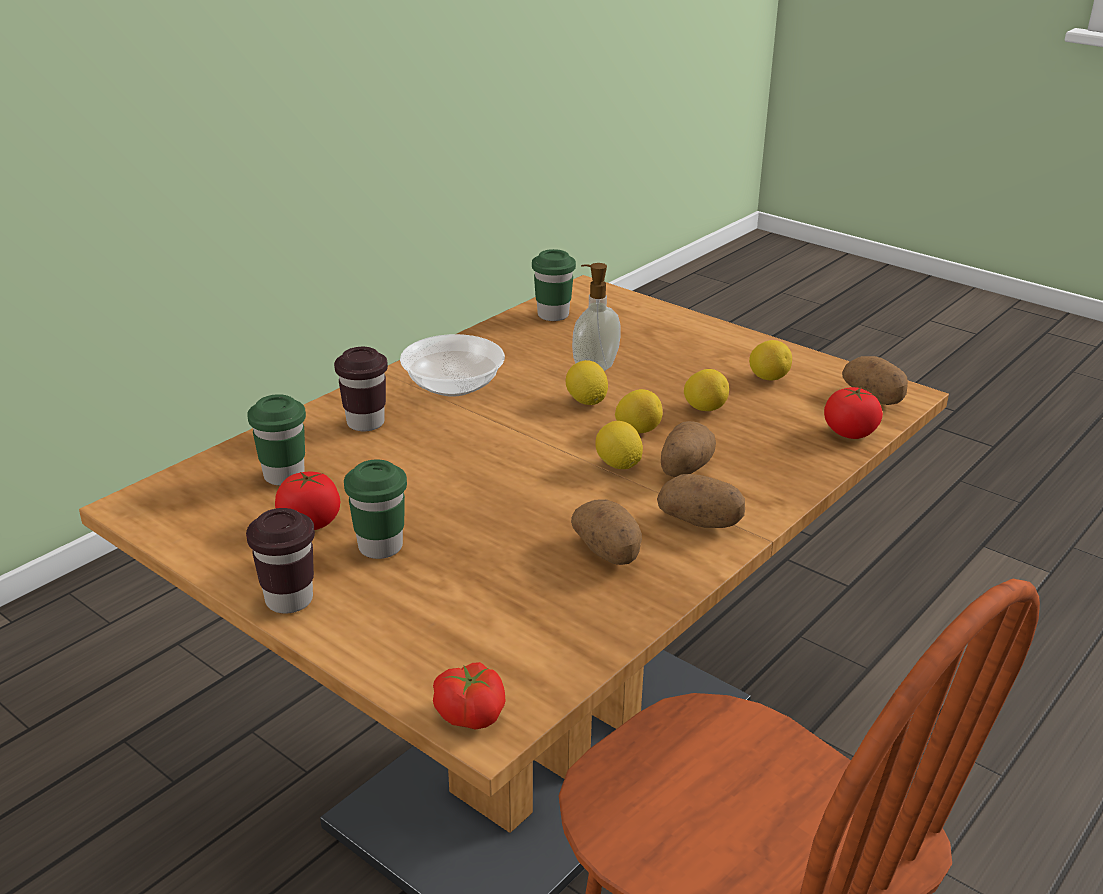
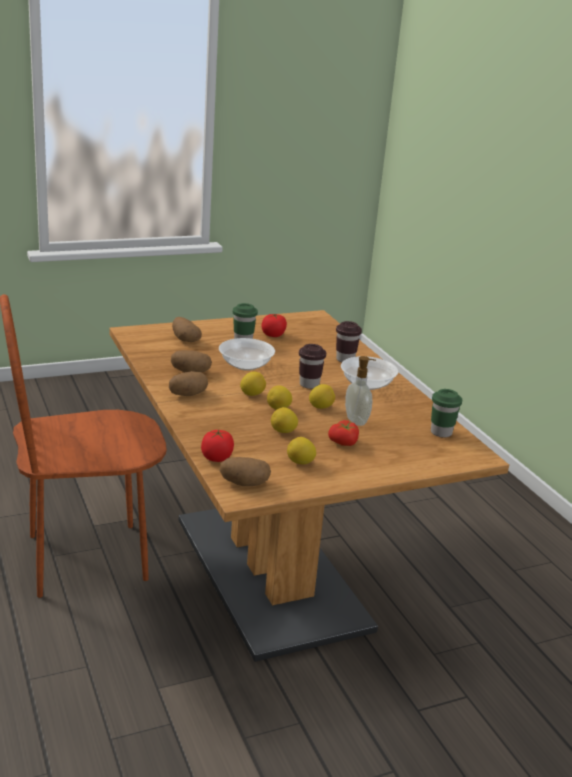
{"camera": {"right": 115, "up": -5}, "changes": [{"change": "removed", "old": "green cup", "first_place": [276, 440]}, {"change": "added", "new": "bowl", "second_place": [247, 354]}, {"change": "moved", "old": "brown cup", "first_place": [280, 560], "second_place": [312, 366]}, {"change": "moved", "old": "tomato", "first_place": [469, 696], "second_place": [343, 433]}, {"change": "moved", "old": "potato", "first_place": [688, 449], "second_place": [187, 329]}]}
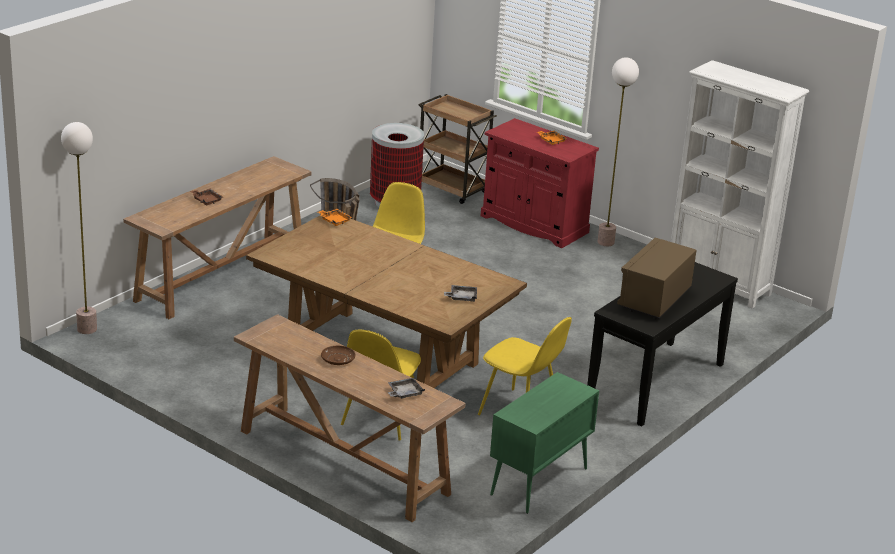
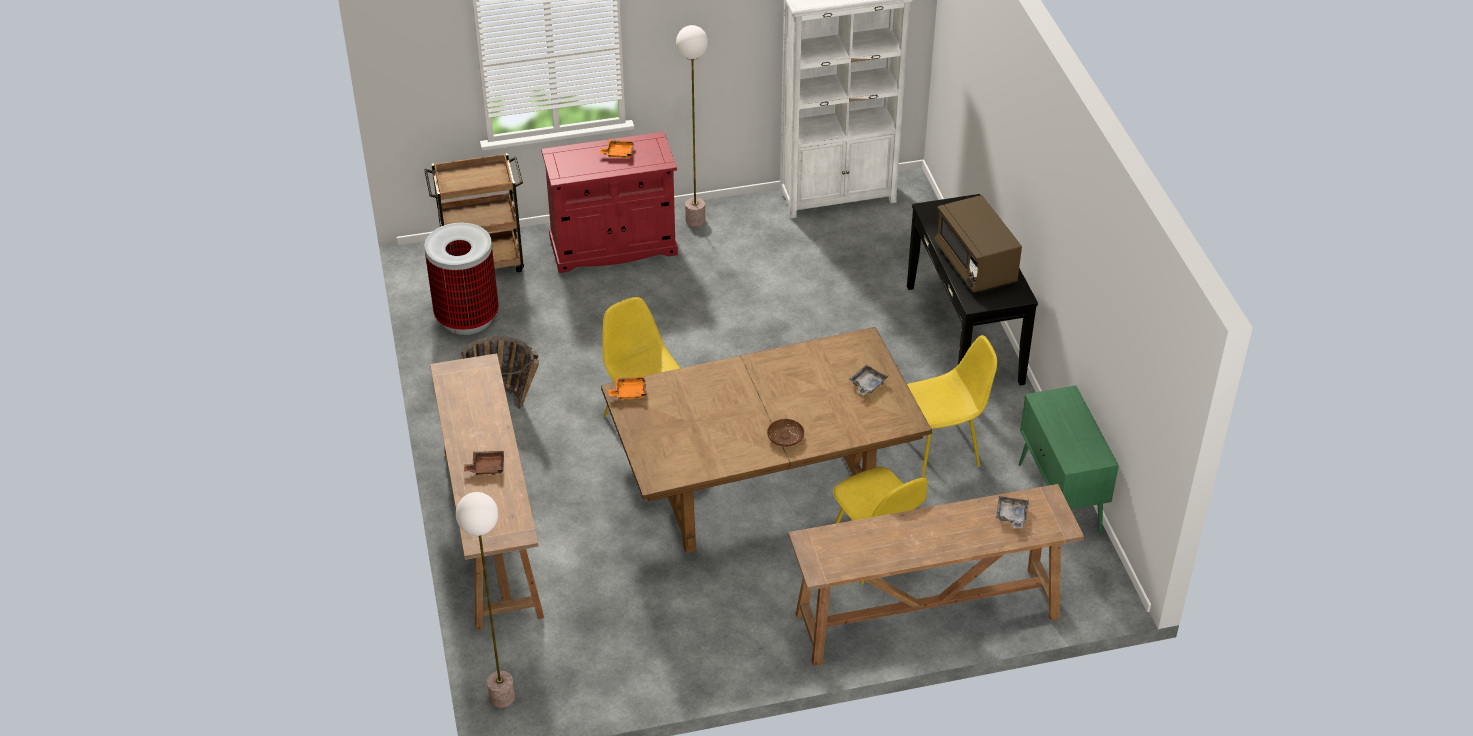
{"camera": {"right": -50, "up": 15}, "changes": [{"change": "moved", "old": "brown plate", "first_place": [338, 355], "second_place": [785, 433]}]}
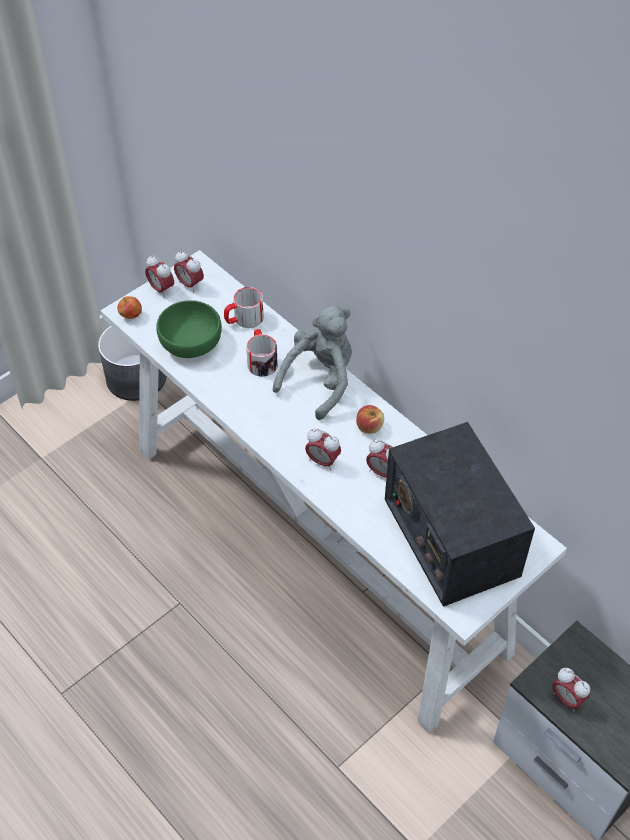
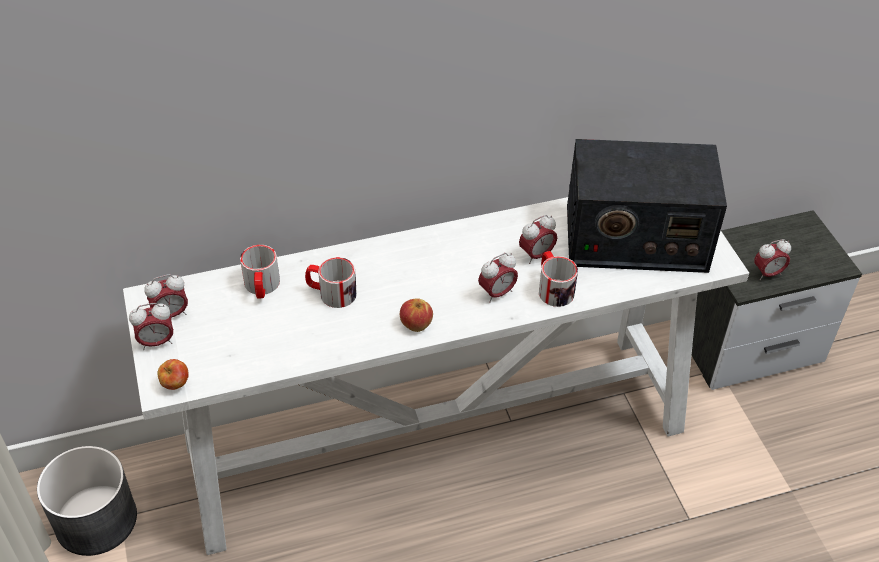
{"camera": {"right": -65, "up": -5}, "changes": [{"change": "removed", "old": "green bowl", "first_place": [189, 329]}, {"change": "removed", "old": "grey plush toy", "first_place": [312, 363]}, {"change": "added", "new": "mug", "second_place": [558, 279]}, {"change": "moved", "old": "apple", "first_place": [370, 419], "second_place": [416, 315]}]}
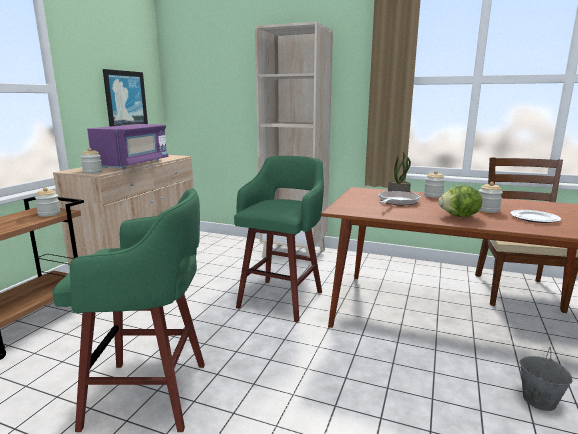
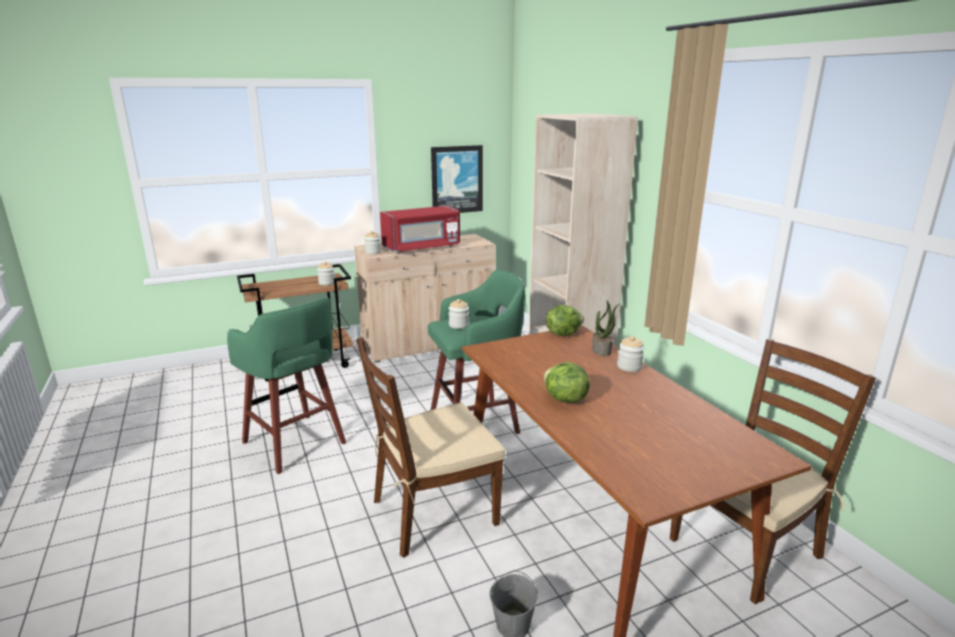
{"camera": {"right": 45, "up": 5}, "changes": [{"change": "removed", "old": "frying pan", "first_place": [399, 198]}, {"change": "removed", "old": "plate", "first_place": [535, 216]}, {"change": "added", "new": "brown chair", "second_place": [431, 447]}, {"change": "added", "new": "lettuce", "second_place": [565, 320]}, {"change": "moved", "old": "jar", "first_place": [491, 197], "second_place": [458, 314]}, {"change": "recoloured", "old": "purple microwave", "new": "red microwave", "first_place": [128, 146], "second_place": [420, 229]}]}
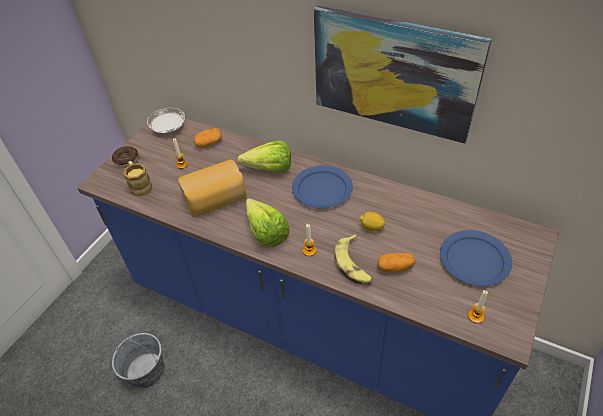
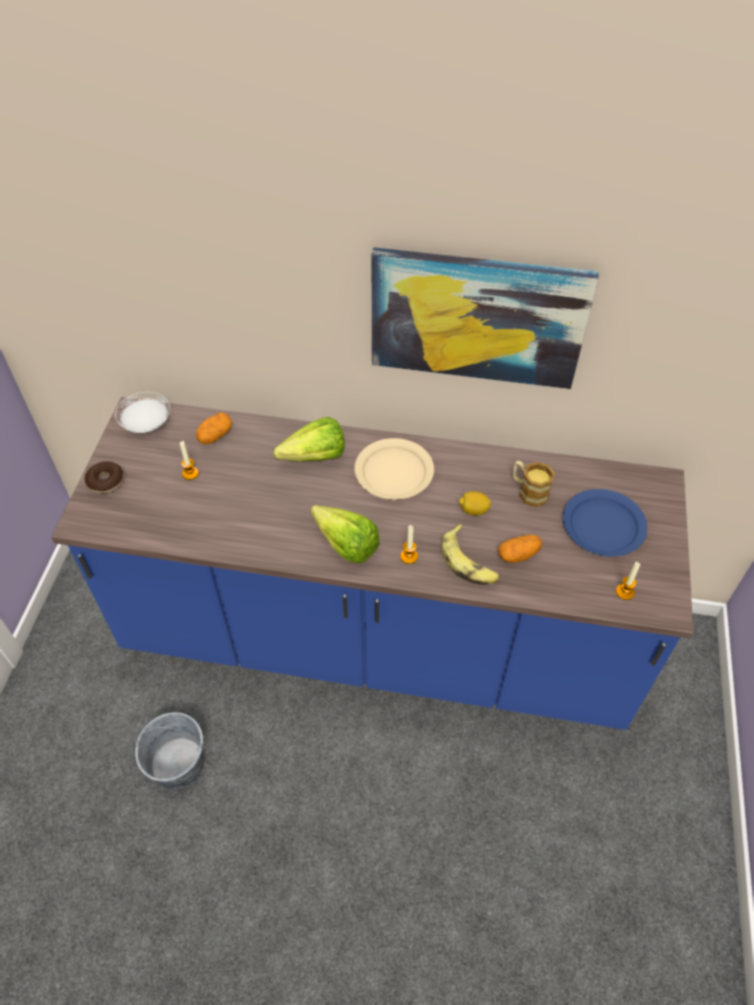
{"camera": {"right": -20, "up": 5}, "changes": [{"change": "removed", "old": "bread", "first_place": [212, 188]}, {"change": "moved", "old": "mug", "first_place": [137, 179], "second_place": [534, 484]}, {"change": "recoloured", "old": "blue plate", "new": "beige plate", "first_place": [322, 187], "second_place": [394, 469]}]}
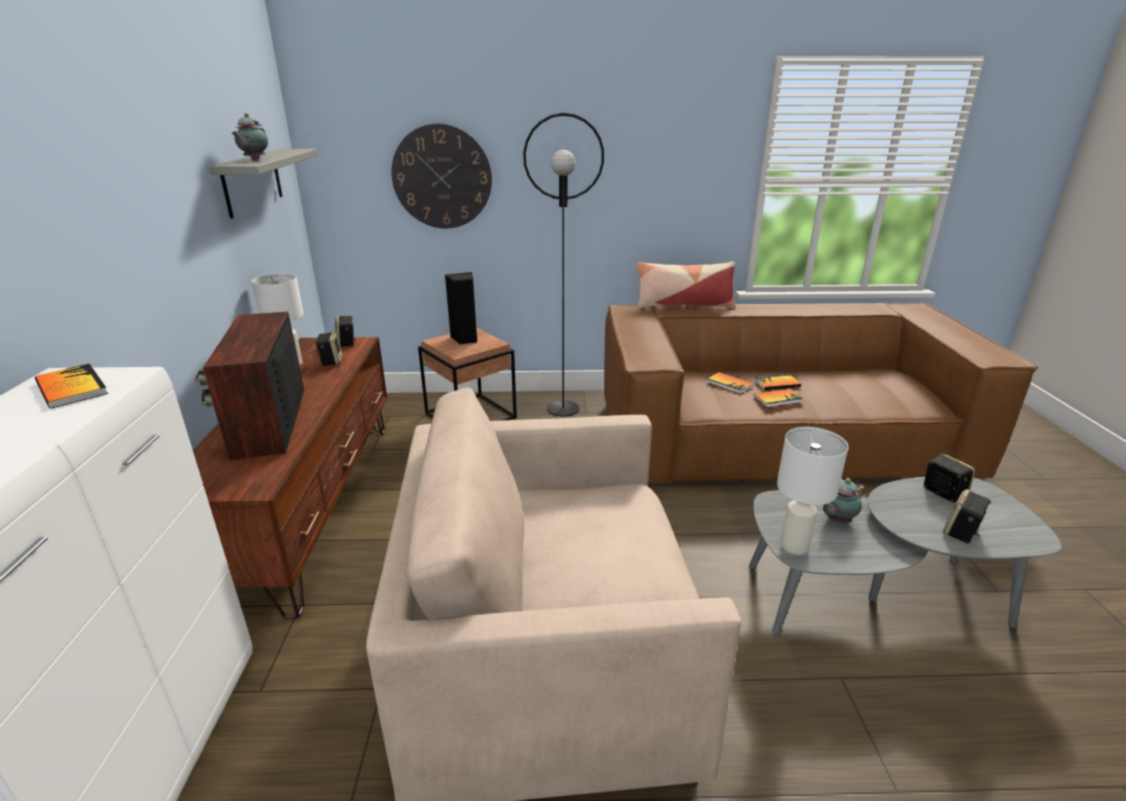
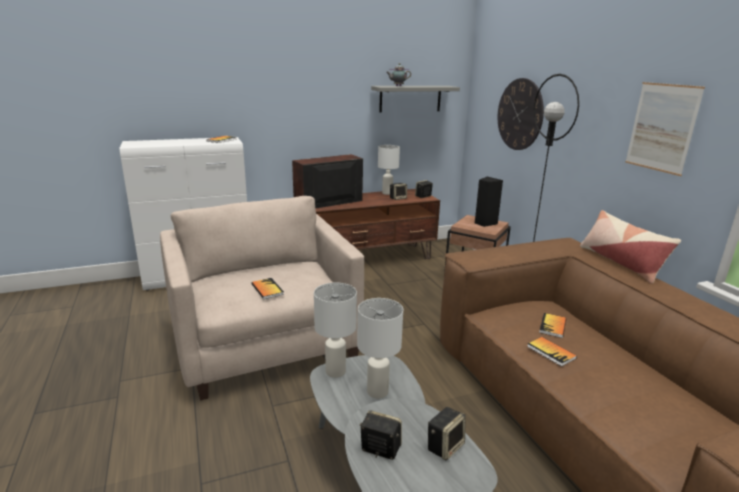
{"camera": {"right": 70, "up": -5}, "changes": [{"change": "added", "new": "picture", "second_place": [665, 129]}, {"change": "moved", "old": "book", "first_place": [777, 382], "second_place": [267, 288]}, {"change": "replaced", "old": "teapot", "new": "white table lamp", "first_place": [844, 500], "second_place": [380, 348]}]}
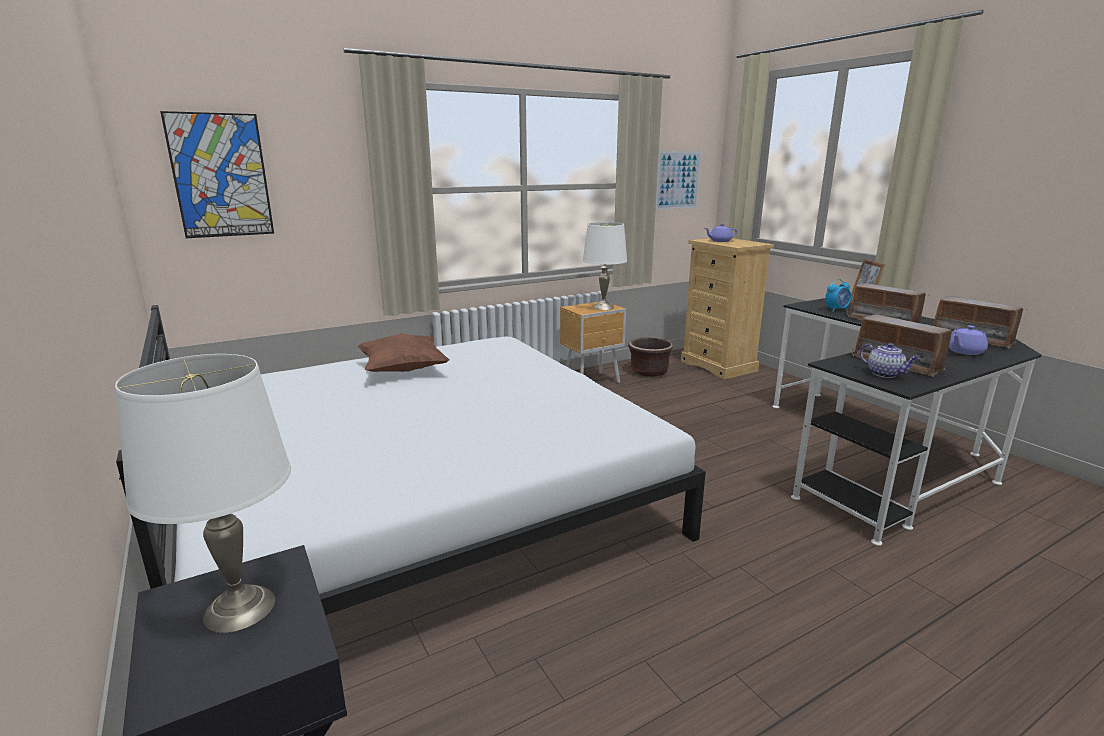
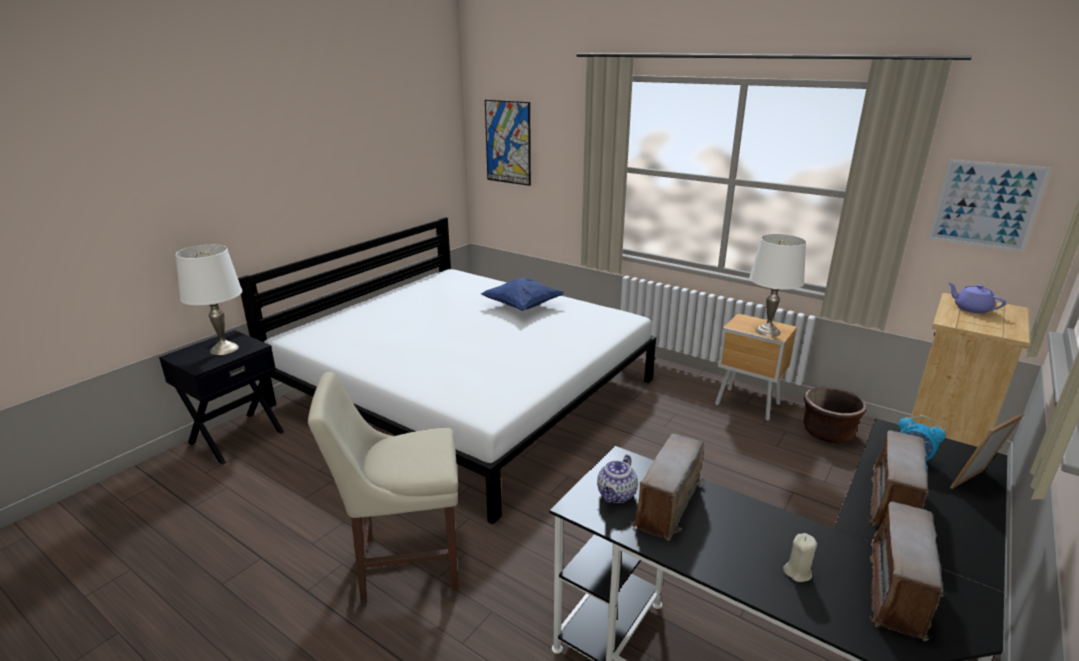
{"camera": {"right": 65, "up": 5}, "changes": [{"change": "added", "new": "beige chair", "second_place": [383, 487]}, {"change": "replaced", "old": "purple teapot", "new": "beige candle", "first_place": [968, 340], "second_place": [800, 557]}, {"change": "recoloured", "old": "brown pillow", "new": "blue pillow", "first_place": [403, 352], "second_place": [522, 294]}]}
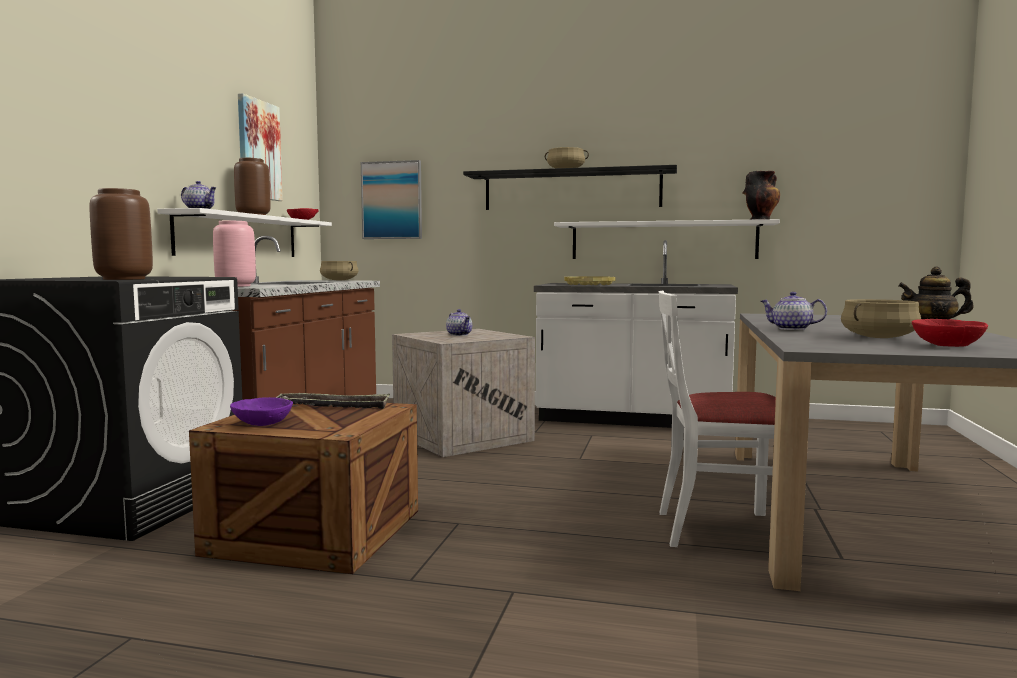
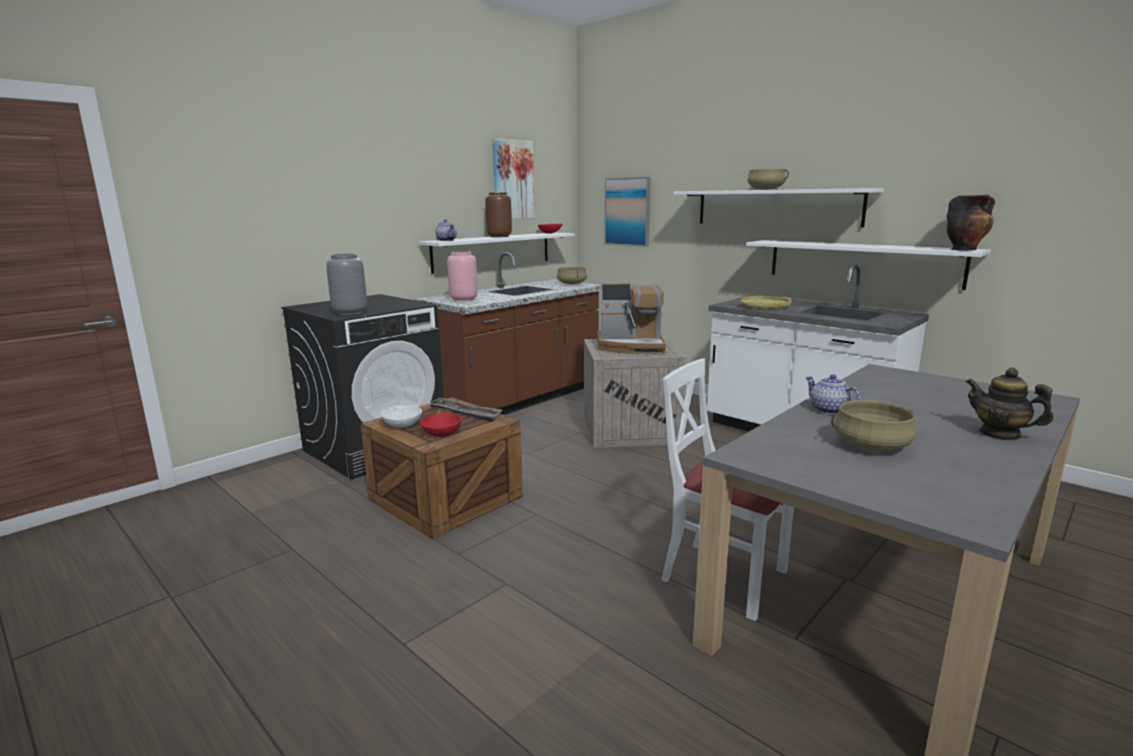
{"camera": {"right": 30, "up": 10}, "changes": [{"change": "moved", "old": "red bowl", "first_place": [950, 333], "second_place": [441, 425]}, {"change": "replaced", "old": "teapot", "new": "coffee machine", "first_place": [459, 322], "second_place": [631, 318]}, {"change": "recoloured", "old": "brown vase", "new": "grey vase", "first_place": [121, 234], "second_place": [346, 284]}, {"change": "recoloured", "old": "purple bowl", "new": "white bowl", "first_place": [261, 411], "second_place": [401, 416]}, {"change": "recoloured", "old": "black shelf", "new": "white shelf", "first_place": [570, 187], "second_place": [778, 208]}]}
